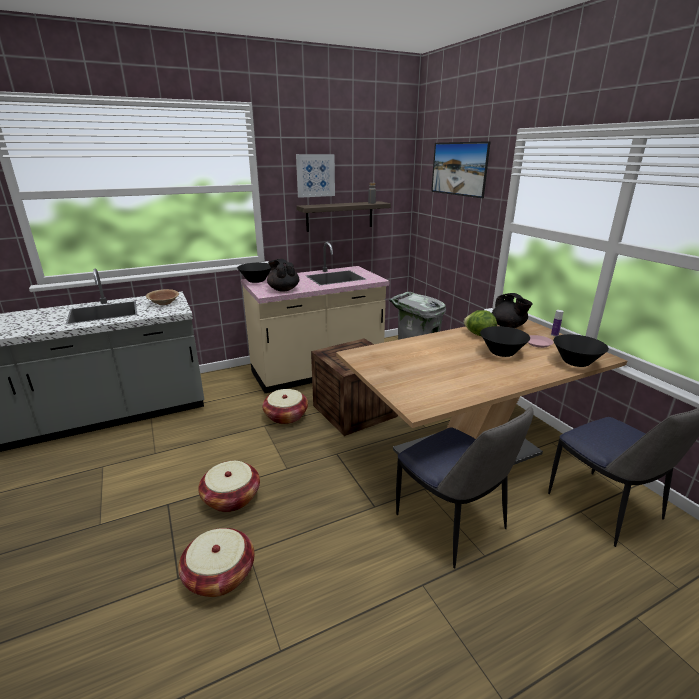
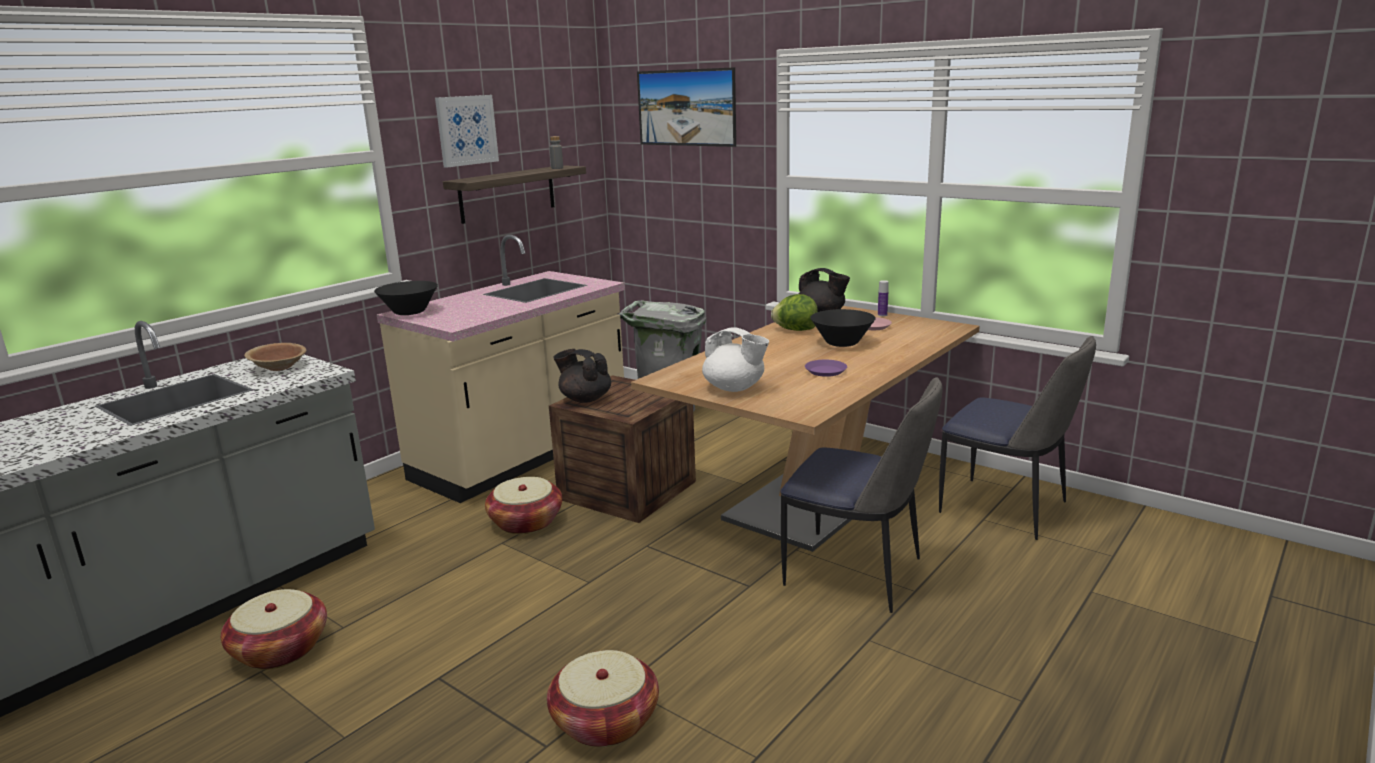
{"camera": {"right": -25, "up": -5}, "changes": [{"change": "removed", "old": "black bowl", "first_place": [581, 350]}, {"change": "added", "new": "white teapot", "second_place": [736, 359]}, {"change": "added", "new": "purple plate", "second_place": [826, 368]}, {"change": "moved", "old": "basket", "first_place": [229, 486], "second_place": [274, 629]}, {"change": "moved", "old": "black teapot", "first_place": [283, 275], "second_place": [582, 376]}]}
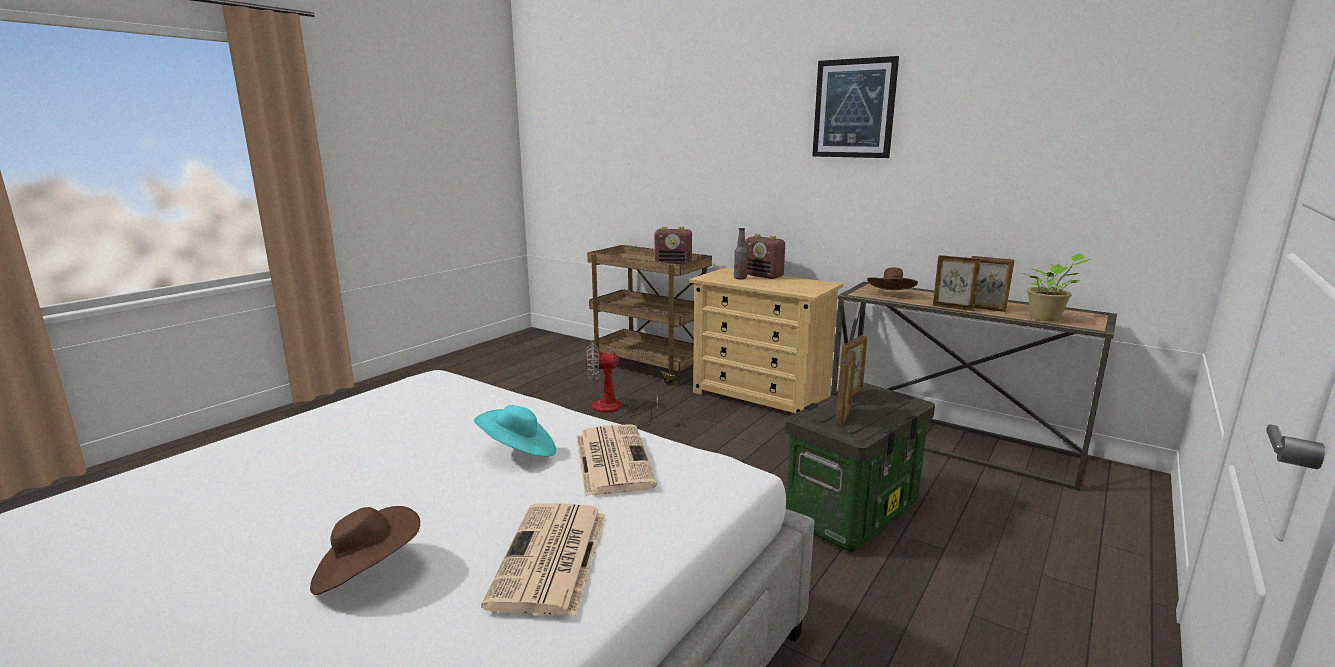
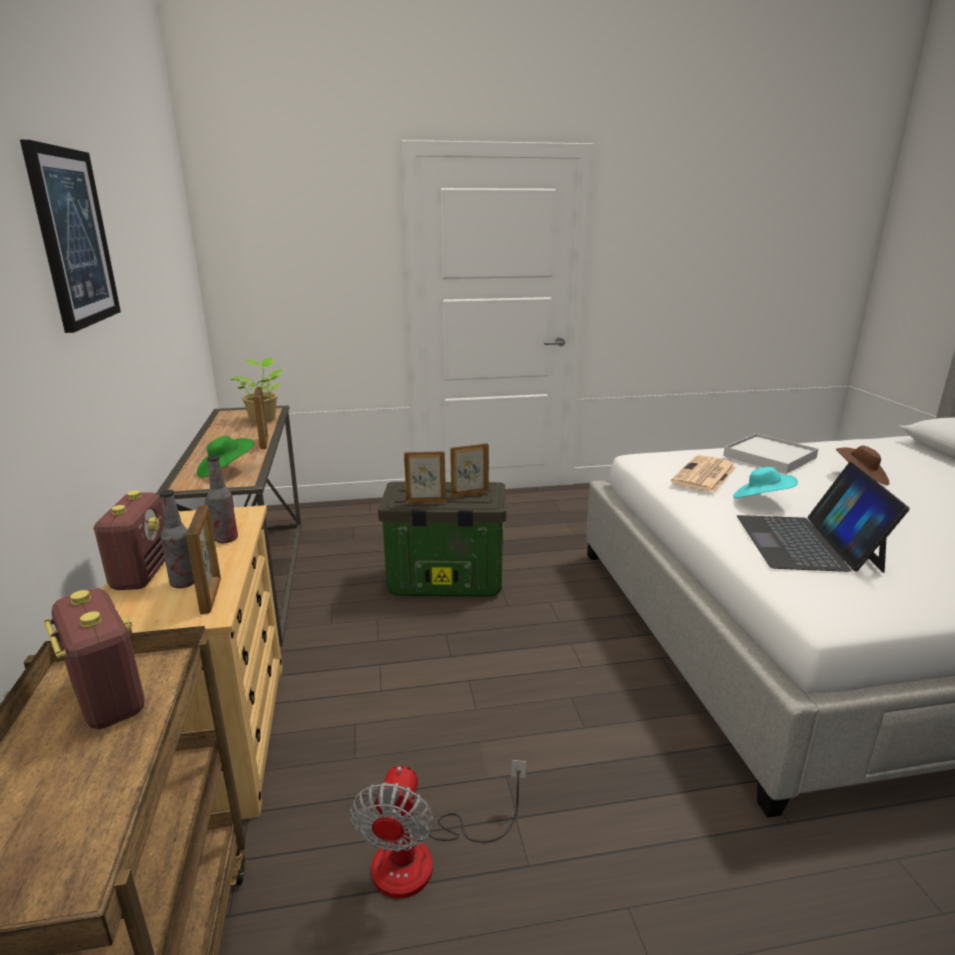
{"camera": {"right": -135, "up": 5}, "changes": [{"change": "added", "new": "bottle", "second_place": [222, 499]}, {"change": "added", "new": "laptop", "second_place": [823, 517]}, {"change": "moved", "old": "picture frame", "first_place": [993, 284], "second_place": [203, 559]}, {"change": "replaced", "old": "newspaper", "new": "white tray", "first_place": [543, 559], "second_place": [770, 453]}, {"change": "recoloured", "old": "brown hat", "new": "green hat", "first_place": [892, 278], "second_place": [226, 457]}, {"change": "turned", "old": "fan", "first_place": [622, 384], "second_place": [438, 829], "degrees": 60}]}
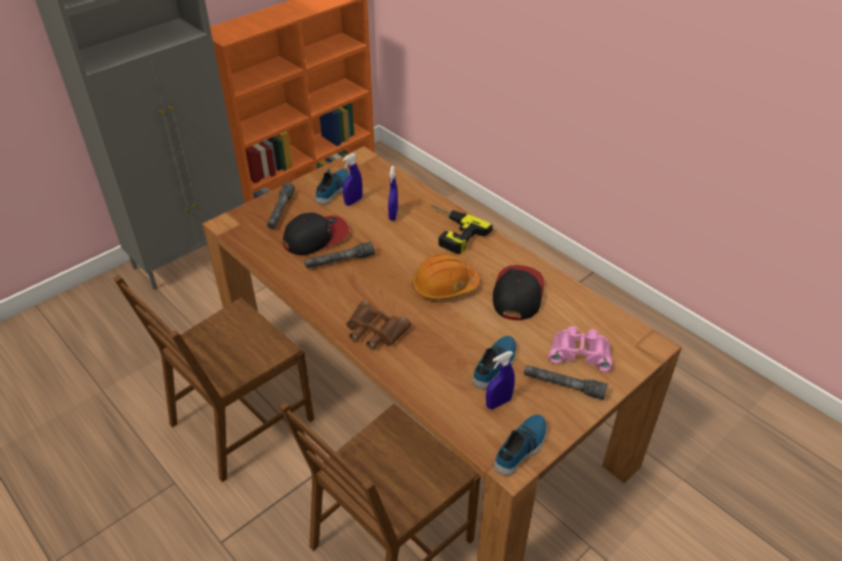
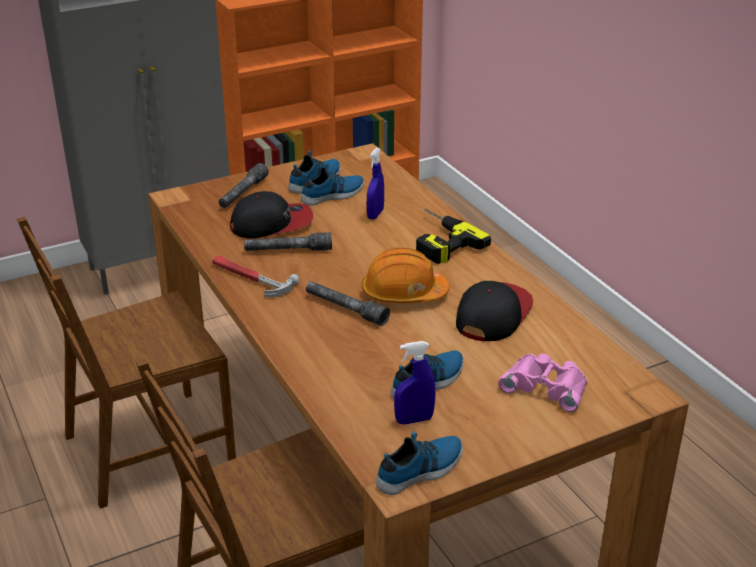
{"camera": {"right": 15, "up": -10}, "changes": [{"change": "removed", "old": "brown binoculars", "first_place": [378, 325]}, {"change": "added", "new": "hammer", "second_place": [256, 276]}, {"change": "moved", "old": "grey flashlight", "first_place": [566, 382], "second_place": [348, 303]}, {"change": "replaced", "old": "blue spray bottle", "new": "shoe", "first_place": [353, 179], "second_place": [332, 184]}]}
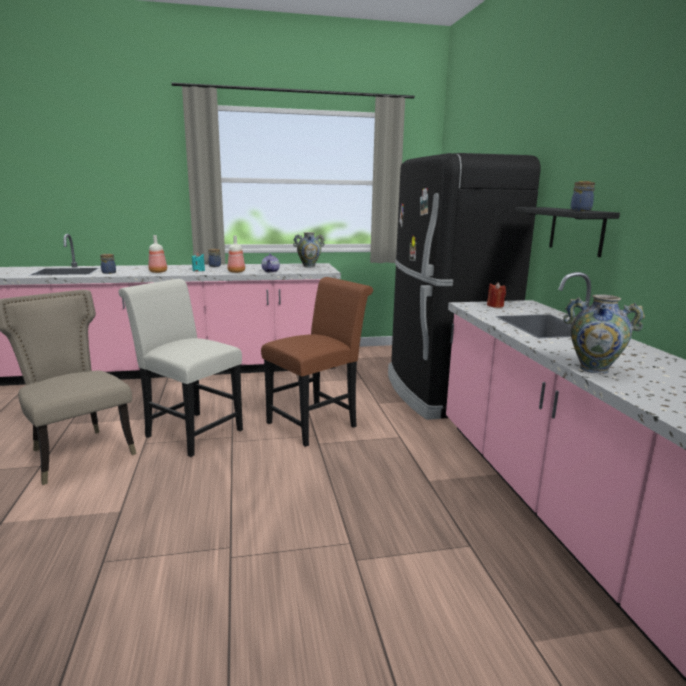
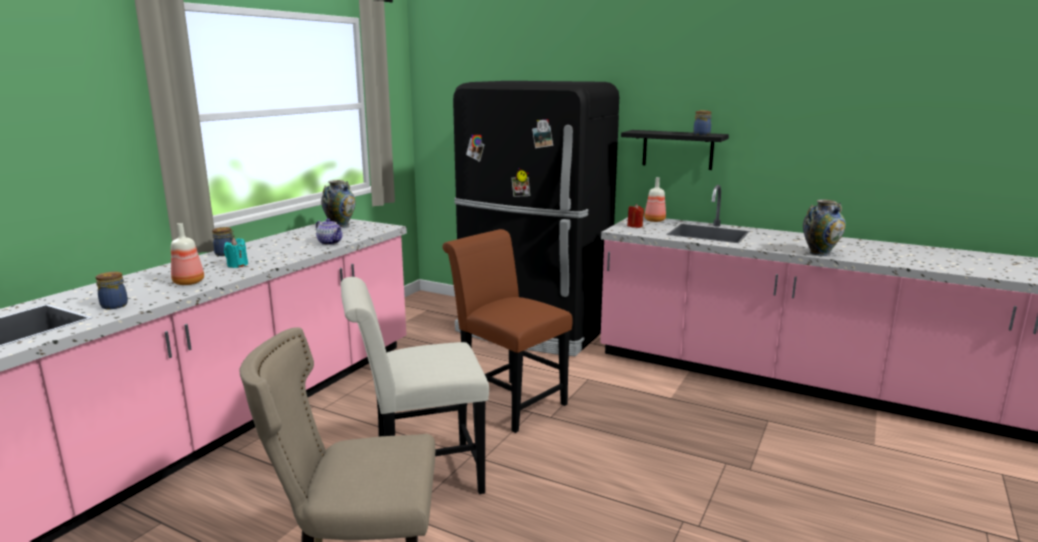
{"camera": {"right": -50, "up": 0}, "changes": [{"change": "moved", "old": "bottle", "first_place": [236, 254], "second_place": [655, 199]}, {"change": "turned", "old": "brown chair", "first_place": [317, 362], "second_place": [507, 331], "degrees": -45}]}
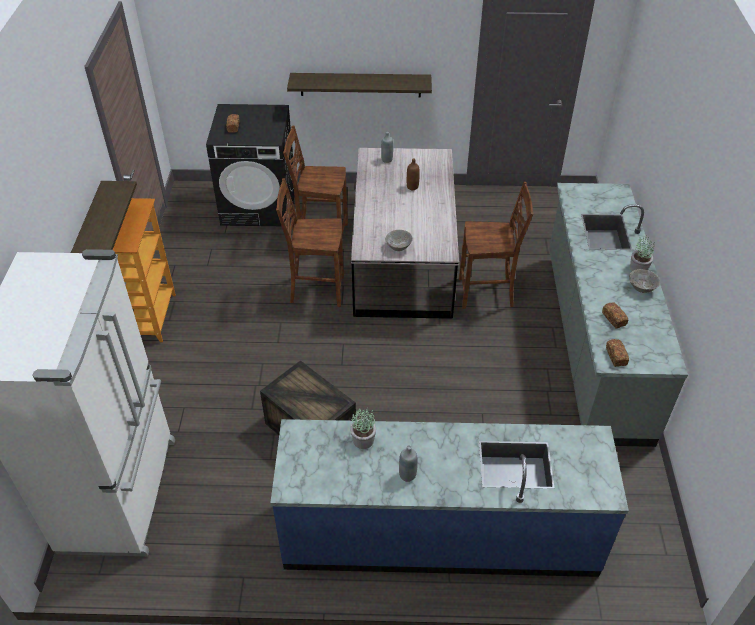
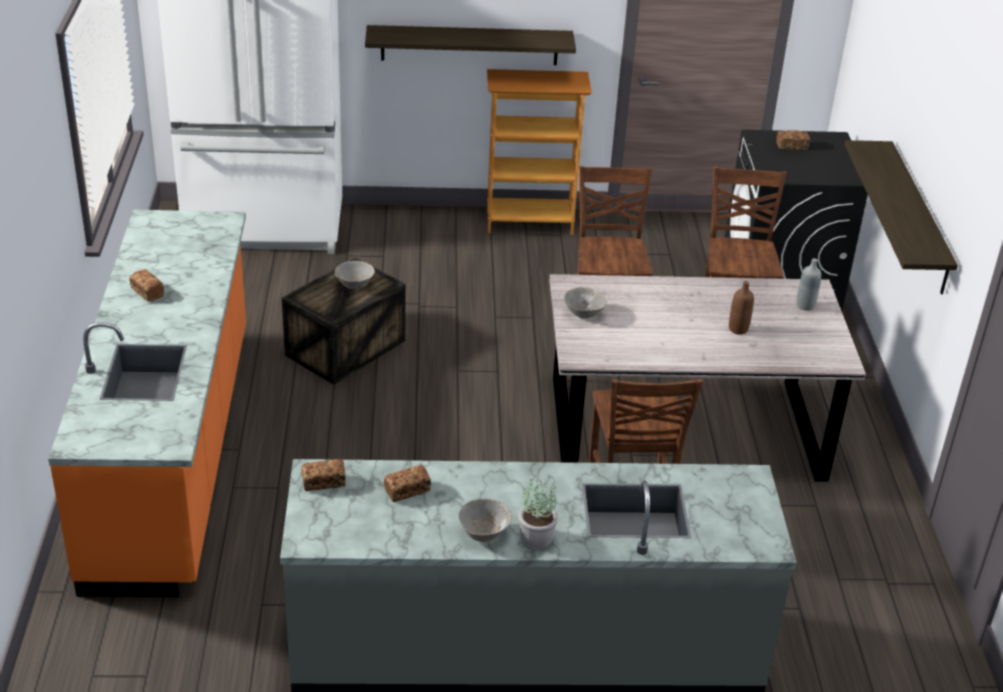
{"camera": {"right": 85, "up": -10}, "changes": [{"change": "removed", "old": "potted plant", "first_place": [363, 429]}, {"change": "added", "new": "grey bowl", "second_place": [355, 275]}, {"change": "replaced", "old": "grey bottle", "new": "bread", "first_place": [408, 463], "second_place": [146, 285]}, {"change": "recoloured", "old": "blue counter", "new": "orange counter", "first_place": [449, 498], "second_place": [147, 403]}]}
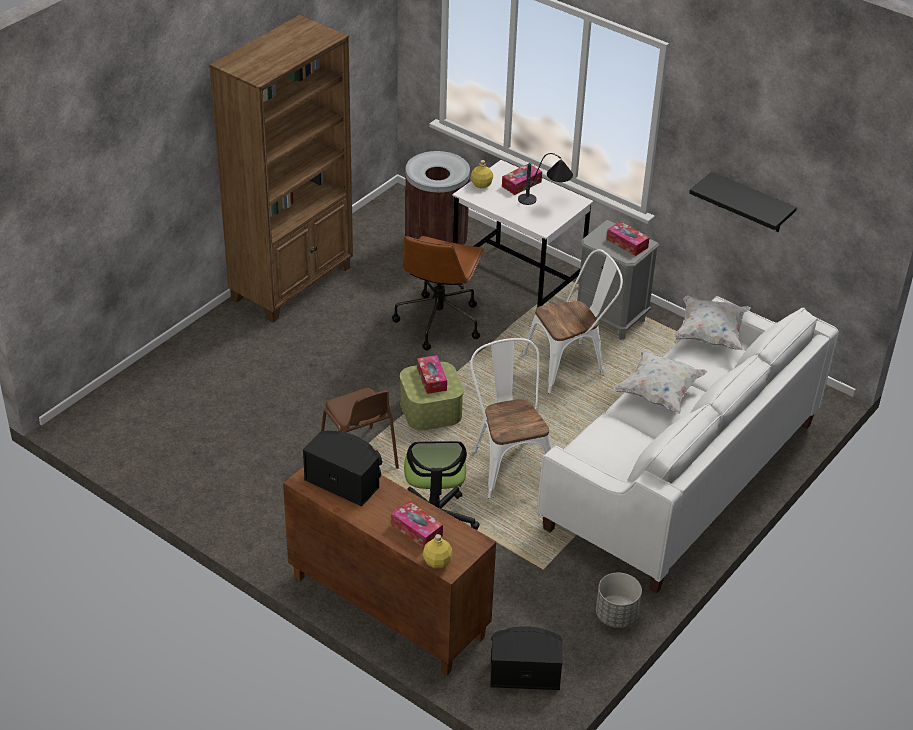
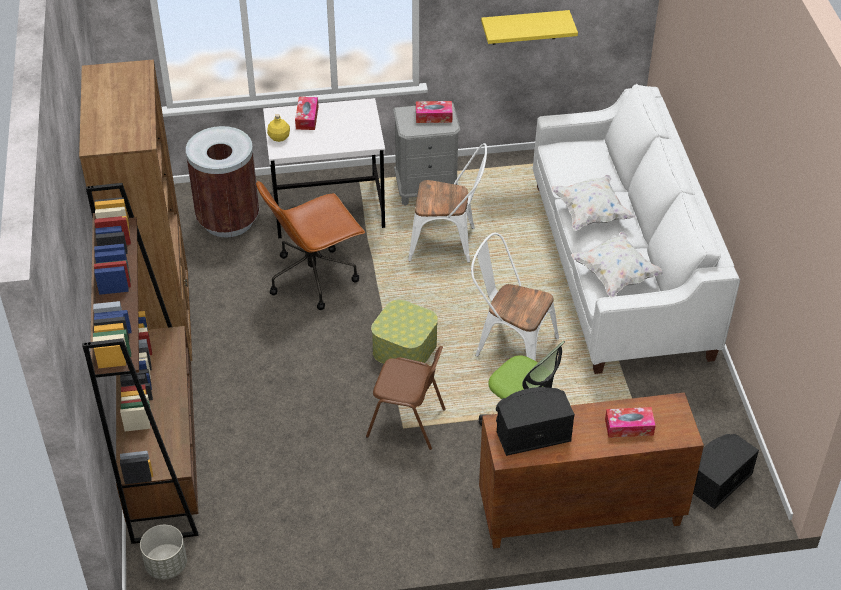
{"camera": {"right": -45, "up": 5}, "changes": [{"change": "removed", "old": "tissue box", "first_place": [432, 374]}, {"change": "removed", "old": "yellow bottle", "first_place": [438, 551]}, {"change": "removed", "old": "table lamp", "first_place": [545, 179]}, {"change": "added", "new": "brown bookcase", "second_place": [140, 363]}, {"change": "moved", "old": "grey planter", "first_place": [619, 600], "second_place": [163, 552]}, {"change": "moved", "old": "white pillow", "first_place": [712, 323], "second_place": [616, 265]}, {"change": "recoloured", "old": "black shelf", "new": "yellow shelf", "first_place": [743, 202], "second_place": [529, 27]}, {"change": "turned", "old": "brown office chair", "first_place": [438, 293], "second_place": [310, 245], "degrees": 90}, {"change": "turned", "old": "white chair", "first_place": [572, 321], "second_place": [447, 203], "degrees": 75}]}
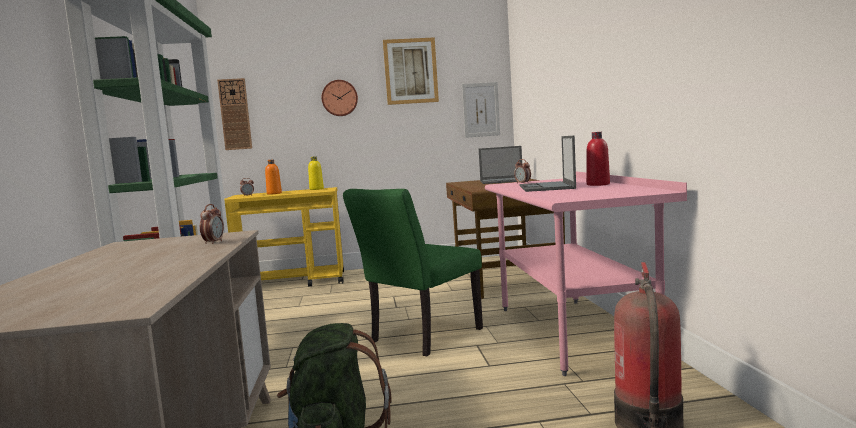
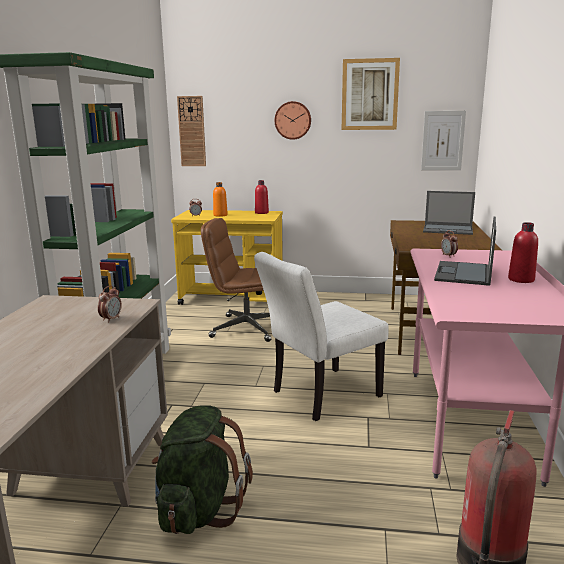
{"camera": {"right": 15, "up": 10}, "changes": [{"change": "added", "new": "brown office chair", "second_place": [236, 280]}, {"change": "recoloured", "old": "yellow bottle", "new": "red bottle", "first_place": [316, 173], "second_place": [262, 197]}, {"change": "recoloured", "old": "green chair", "new": "white chair", "first_place": [413, 272], "second_place": [321, 336]}]}
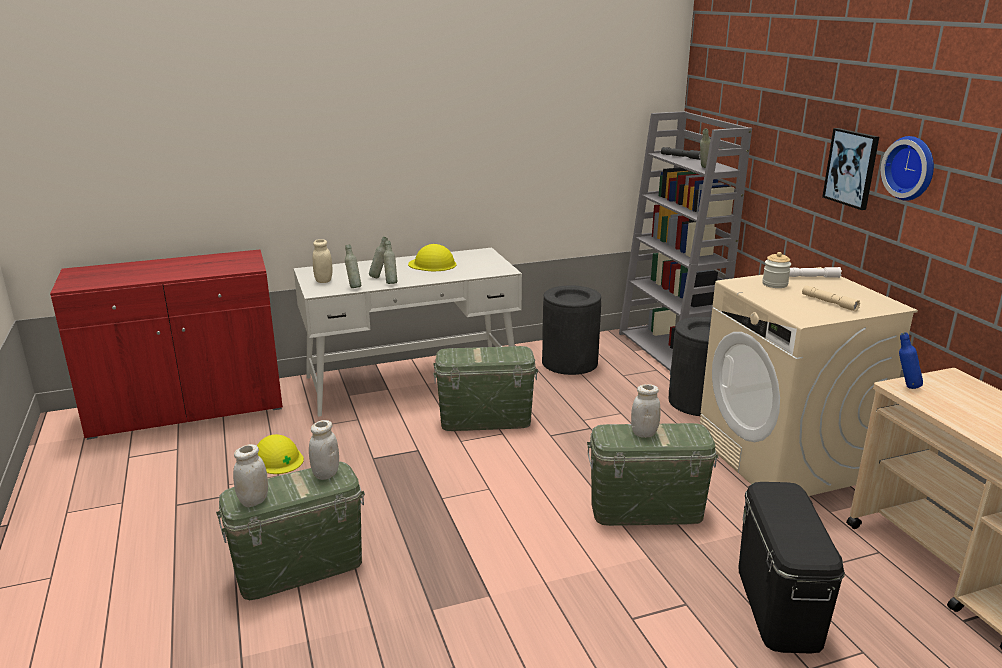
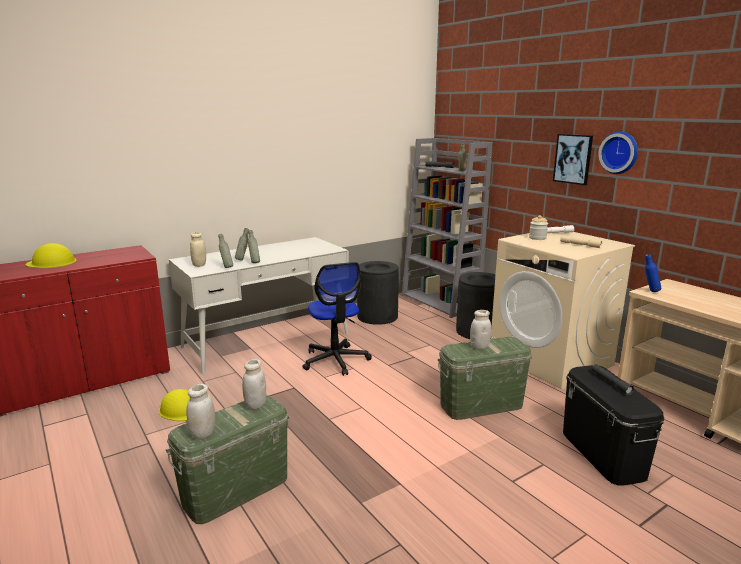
{"camera": {"right": -15, "up": -5}, "changes": [{"change": "added", "new": "grey flashlight", "second_place": [613, 379]}, {"change": "moved", "old": "yellow hard hat", "first_place": [432, 257], "second_place": [51, 255]}, {"change": "replaced", "old": "green storage box", "new": "office chair", "first_place": [485, 388], "second_place": [337, 319]}]}
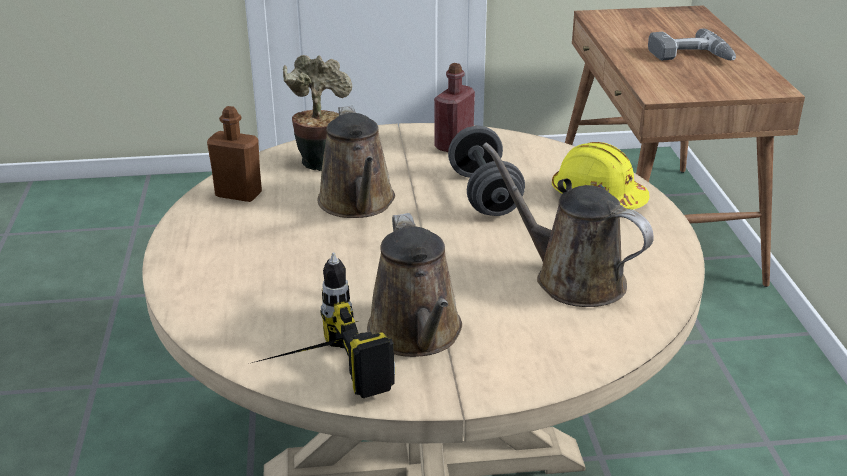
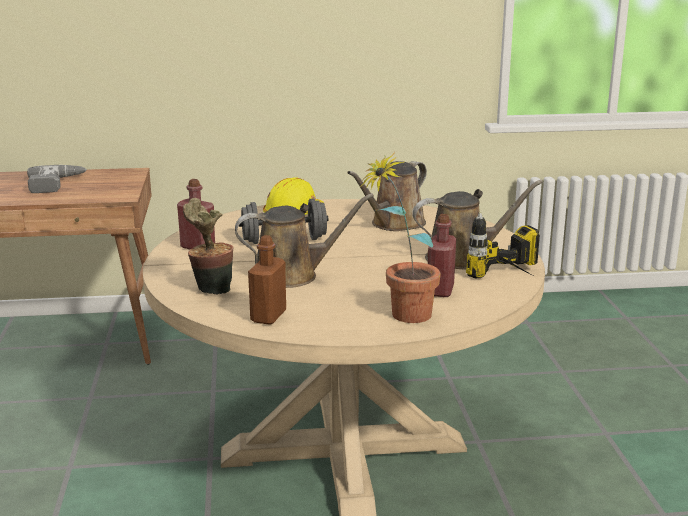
{"camera": {"right": -90, "up": -10}, "changes": [{"change": "added", "new": "potted plant", "second_place": [400, 237]}, {"change": "added", "new": "red bottle", "second_place": [442, 255]}]}
